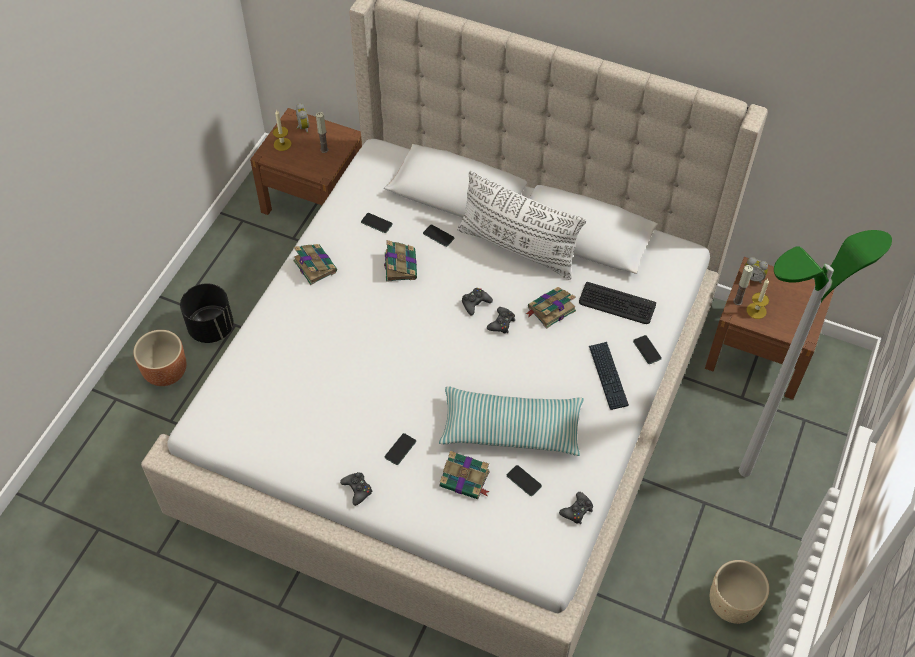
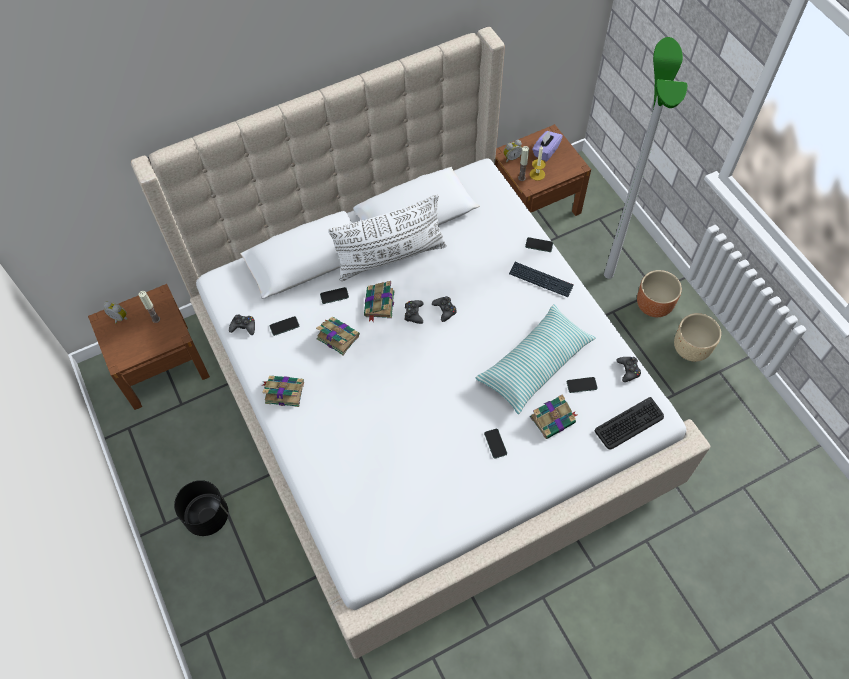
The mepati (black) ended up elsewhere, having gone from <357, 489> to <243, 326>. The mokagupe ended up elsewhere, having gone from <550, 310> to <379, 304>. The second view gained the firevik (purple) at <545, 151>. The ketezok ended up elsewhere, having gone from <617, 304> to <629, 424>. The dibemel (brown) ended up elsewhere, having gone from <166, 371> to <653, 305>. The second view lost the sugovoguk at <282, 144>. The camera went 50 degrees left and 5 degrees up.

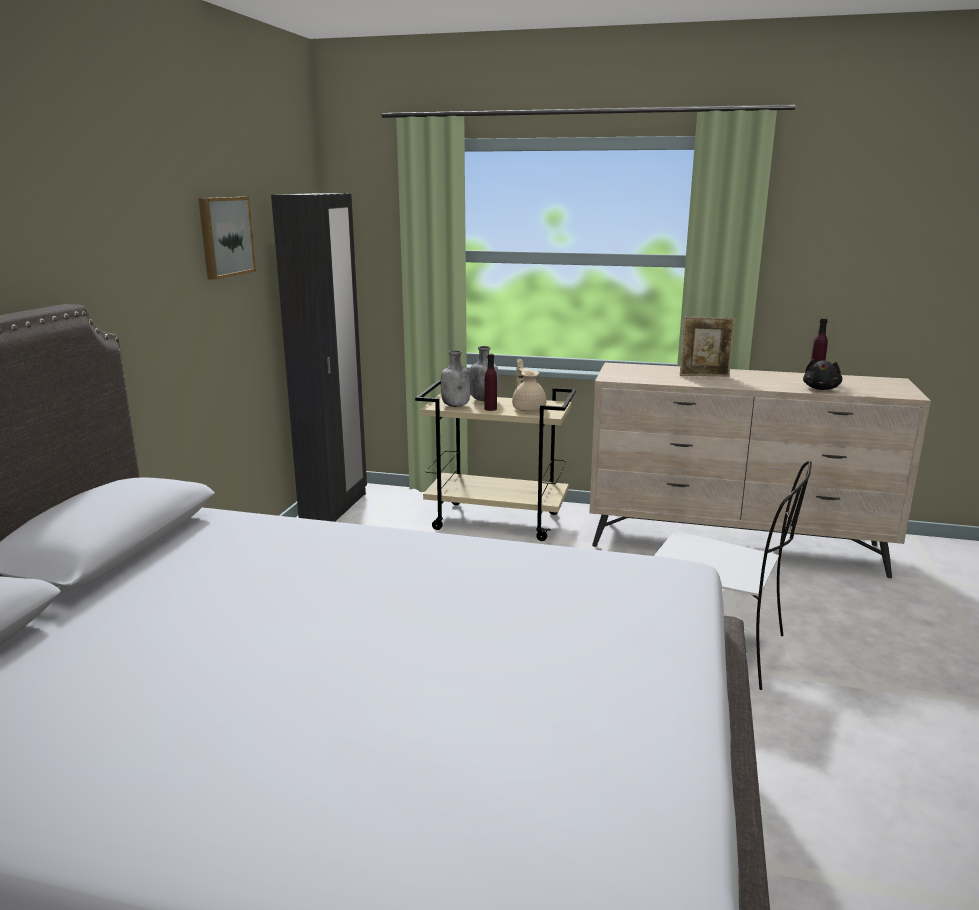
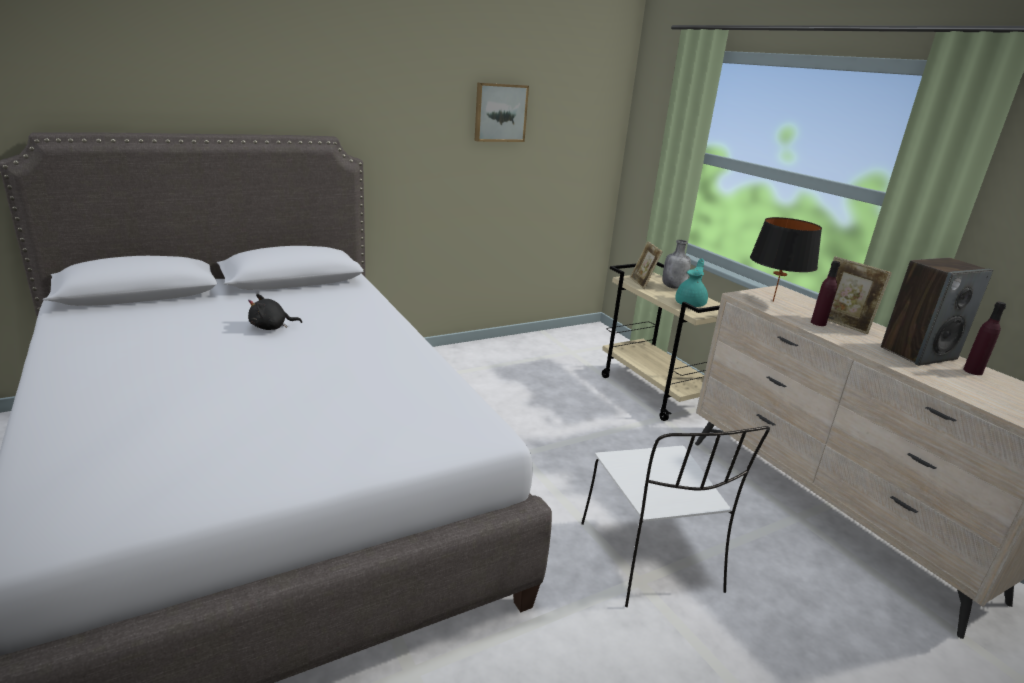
The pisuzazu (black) ended up elsewhere, having gone from <821, 389> to <271, 327>. Where the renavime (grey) stood at <456, 405>, the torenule came to stand at <642, 283>. What was the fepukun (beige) at <528, 408> turned into the fepukun (turquoise) at <690, 304>. The second view gained the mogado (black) at <772, 301>. The renavime (purple) ended up elsewhere, having gone from <490, 409> to <818, 323>. The second view gained the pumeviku at <918, 353>. The second view lost the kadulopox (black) at <335, 507>. The camera went 45 degrees right and 5 degrees up.

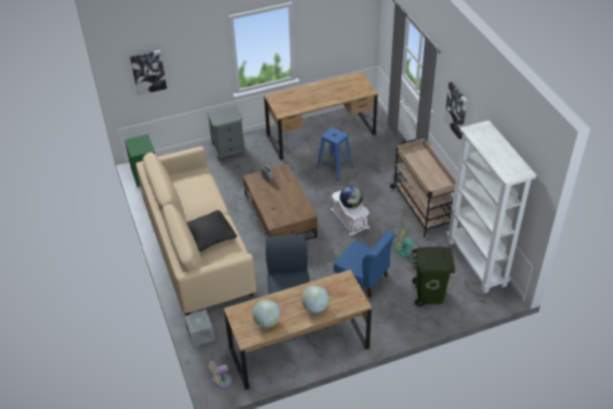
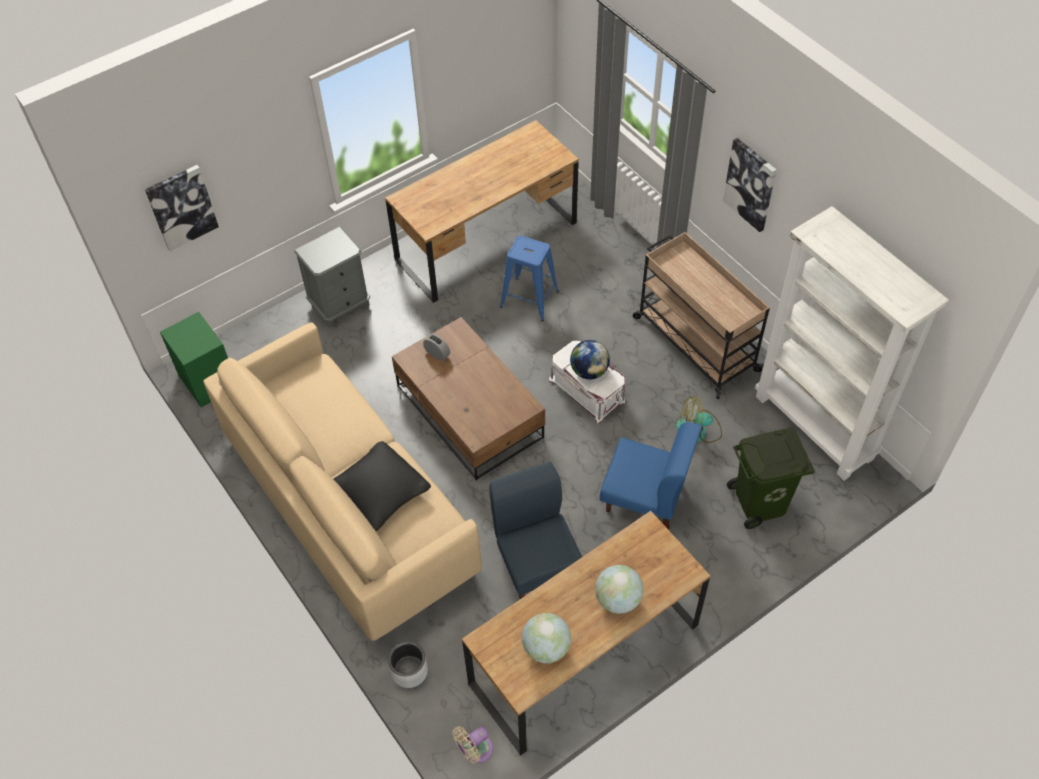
Where the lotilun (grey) stood at <200, 335>, the dibemel (grey) came to stand at <409, 671>. The camera went 15 degrees left and 10 degrees up.

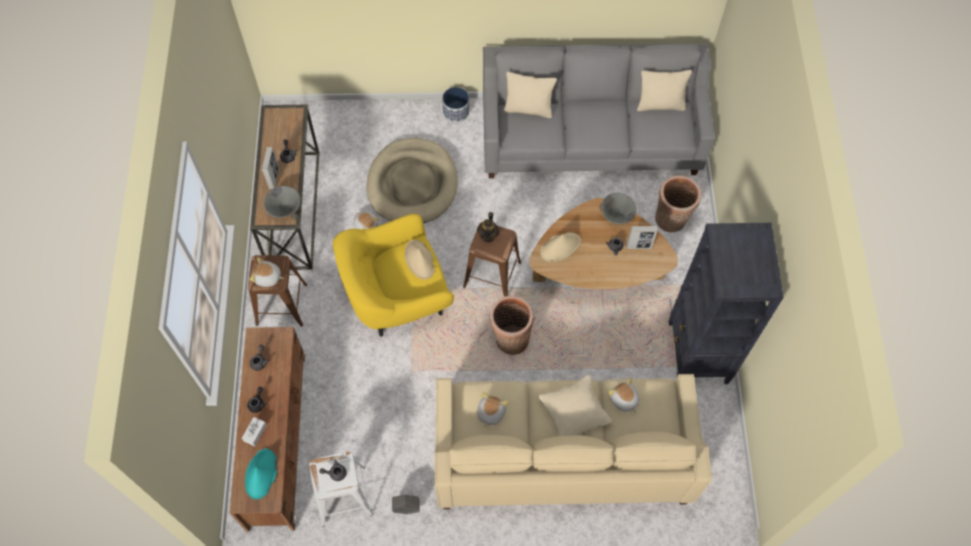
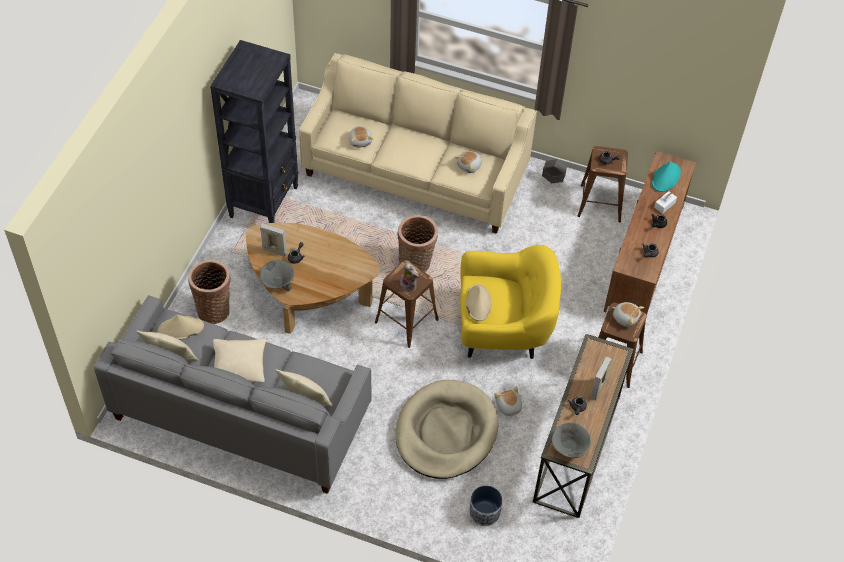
The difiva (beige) ended up elsewhere, having gone from <560, 247> to <180, 329>. The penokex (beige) ended up elsewhere, having gone from <574, 412> to <239, 365>. Where the fepukun stood at <488, 235>, the pisuzazu came to stand at <409, 286>. The dibemel ended up elsewhere, having gone from <456, 111> to <484, 512>. The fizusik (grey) ended up elsewhere, having gone from <285, 209> to <569, 448>. What was the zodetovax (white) at <343, 496> turned into the zodetovax (brown) at <600, 202>. The camera went 160 degrees left and 10 degrees down.

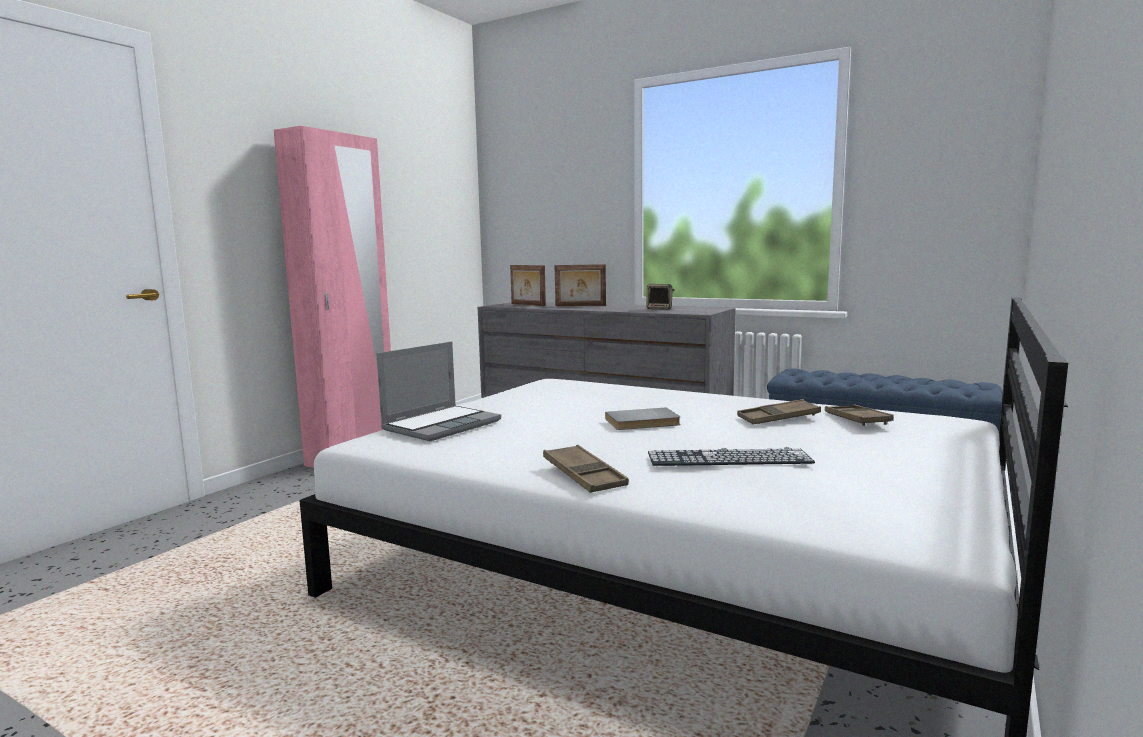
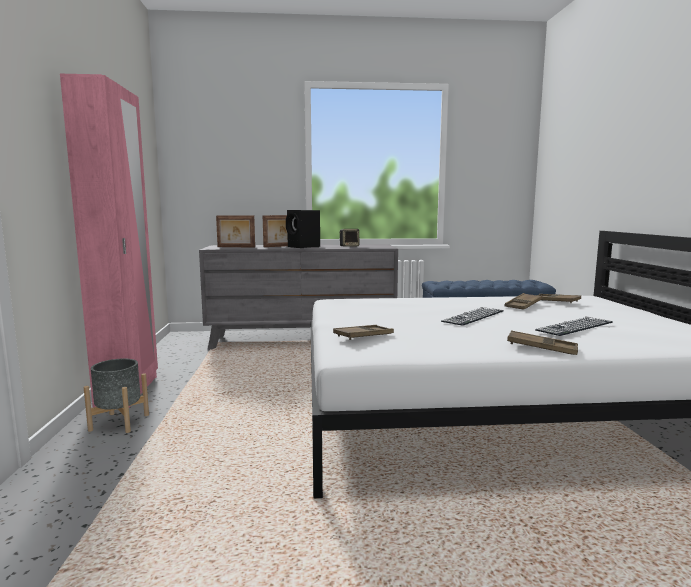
The second view gained the dibemel (grey) at <119, 422>. The second view gained the pumeviku (black) at <304, 247>. Where the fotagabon stood at <442, 425>, the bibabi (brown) came to stand at <363, 336>. Where the mokagupe (grey) stood at <643, 422>, the ketezok came to stand at <473, 316>. The camera went 35 degrees left and 0 degrees up.

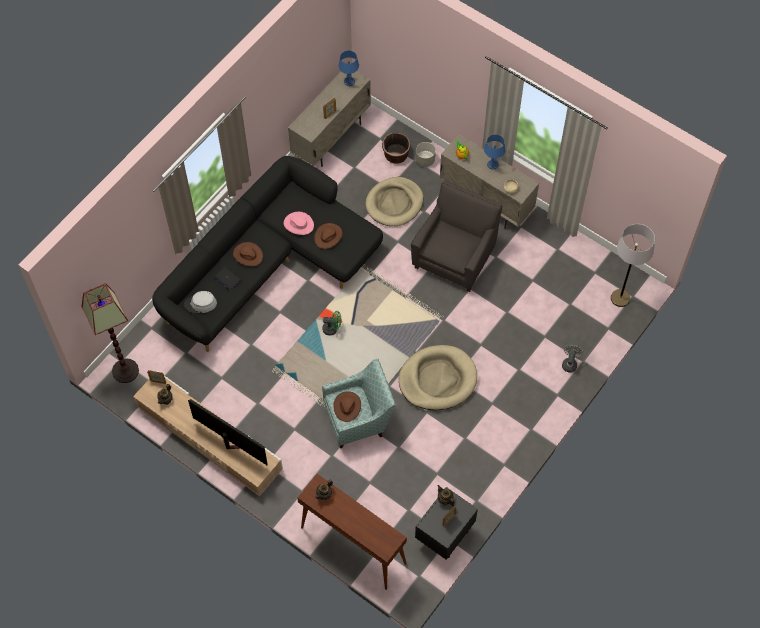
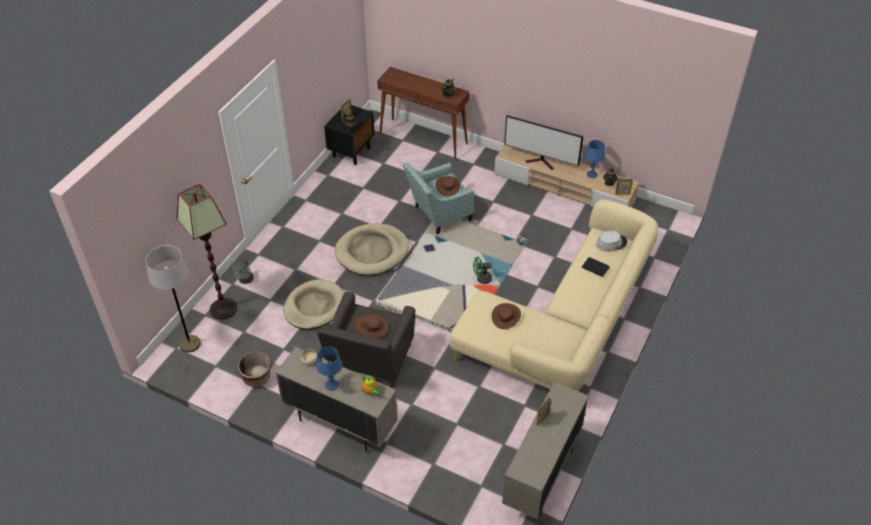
The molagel ended up elsewhere, having gone from <125, 370> to <223, 309>. The dibemel (brown) ended up elsewhere, having gone from <396, 154> to <256, 377>. The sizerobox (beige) ended up elsewhere, having gone from <394, 203> to <314, 307>. The difiva (brown) ended up elsewhere, having gone from <248, 255> to <371, 327>. What was the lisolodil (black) at <268, 265> turned into the lisolodil (beige) at <564, 326>. The mogado (blue) ended up elsewhere, having gone from <349, 82> to <592, 174>. The second view lost the difiva (pink) at <298, 224>. The second view lost the dibemel (grey) at <425, 160>. The camera went 170 degrees right and 15 degrees down.

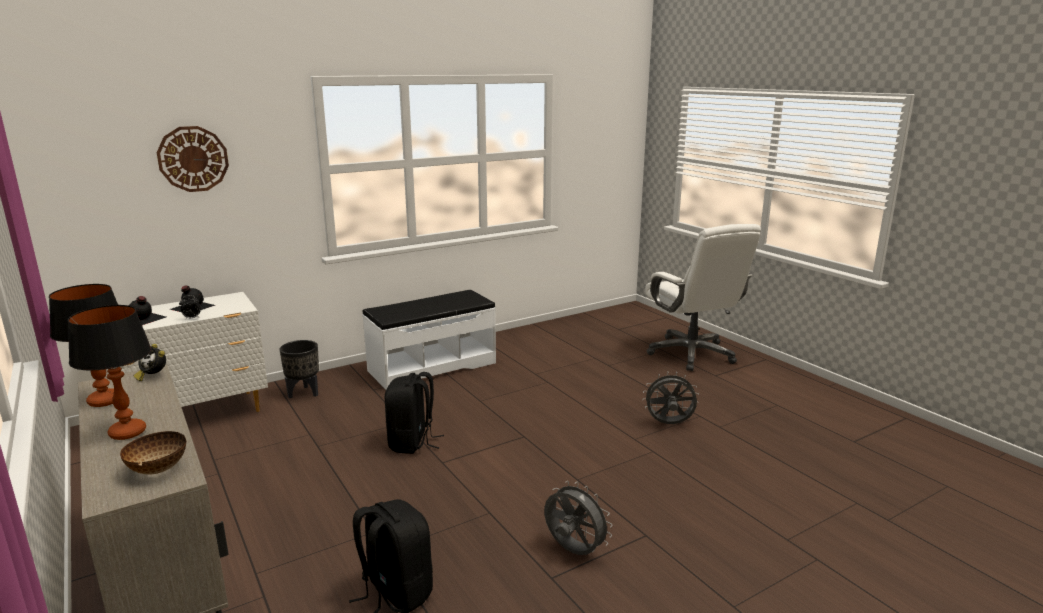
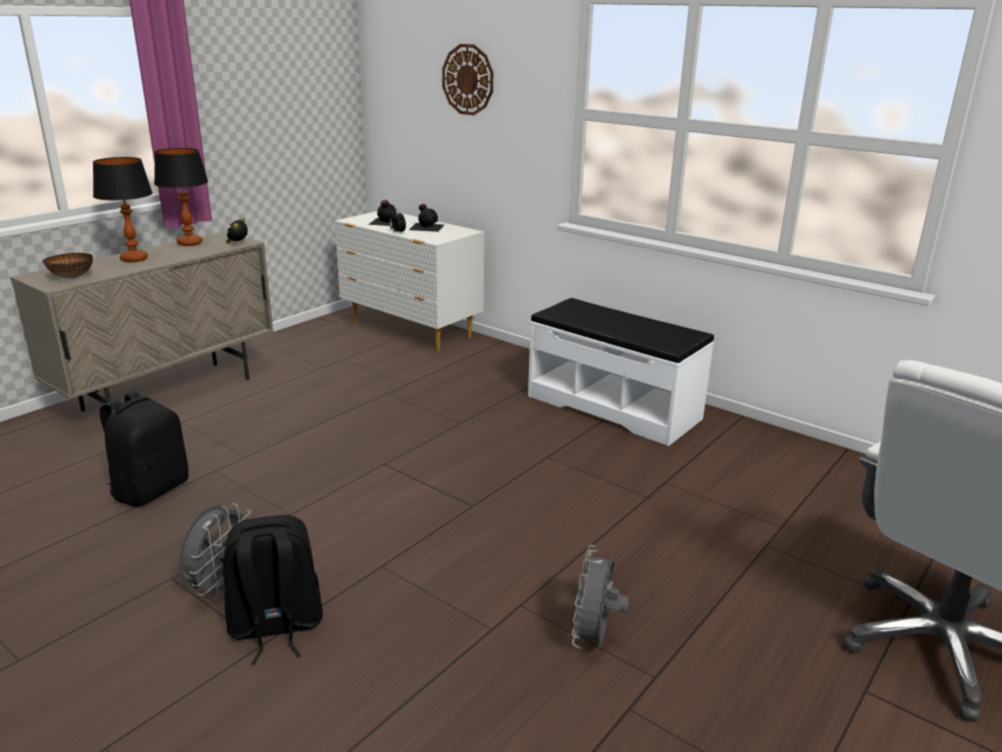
The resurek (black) ended up elsewhere, having gone from <412, 443> to <275, 627>. The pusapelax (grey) at <669, 424> ended up facing another way, 150 degrees counterclockwise from before. The second view lost the dibemel (black) at <304, 393>. The camera went 70 degrees right and 5 degrees up.

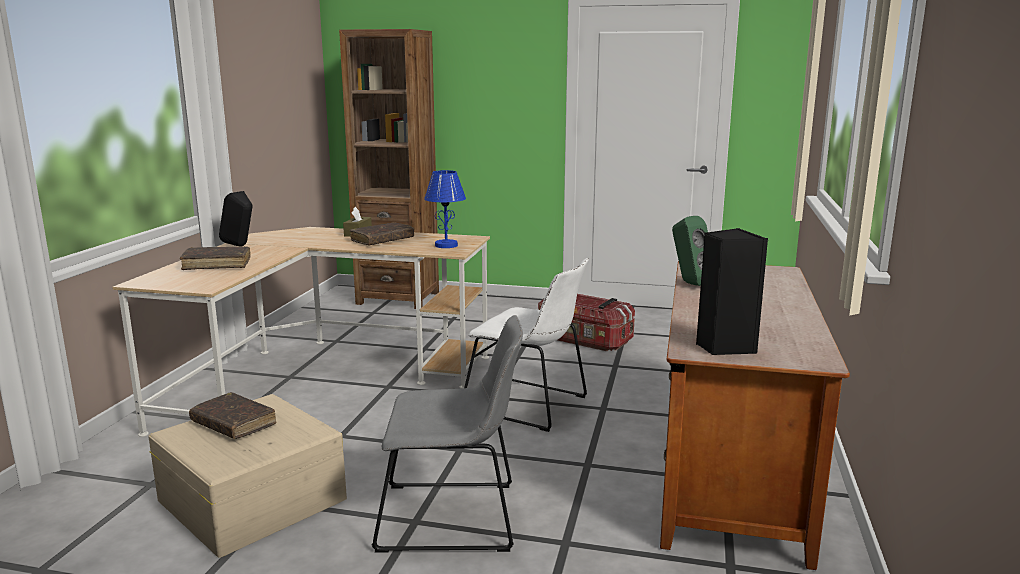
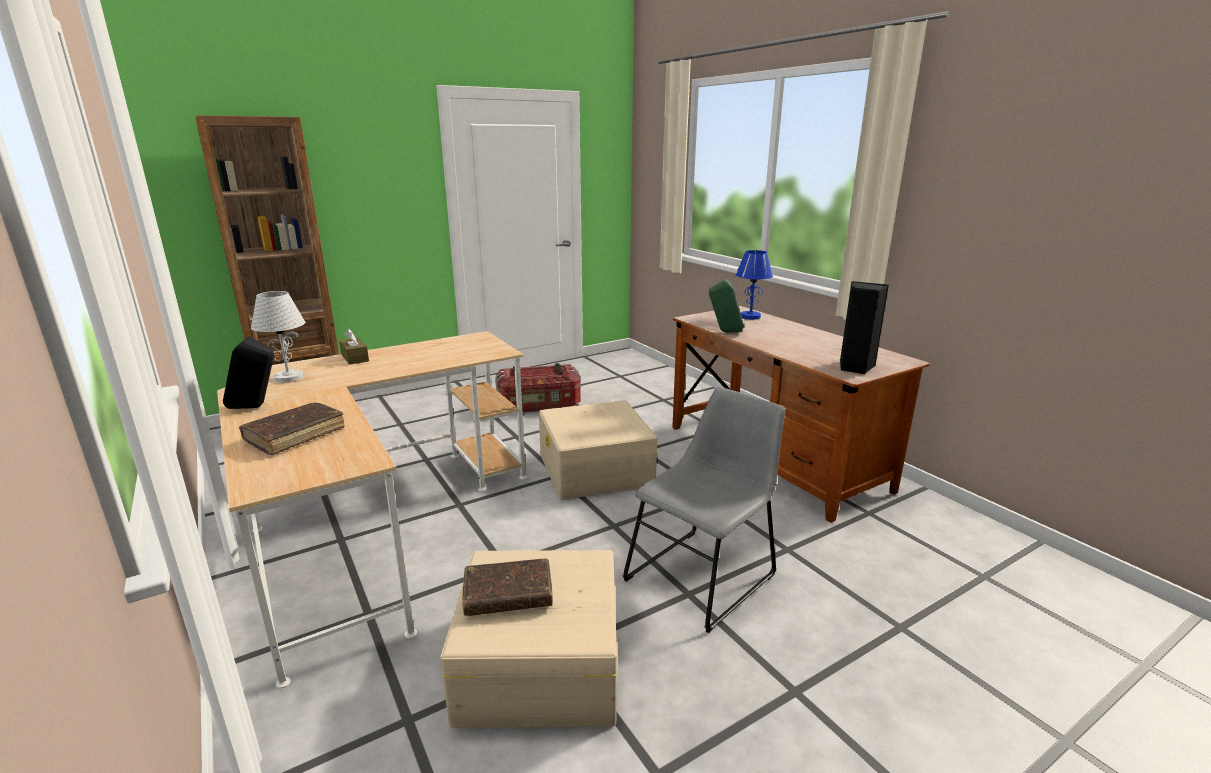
The second view gained the mogado (white) at <289, 377>. Where the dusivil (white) stood at <529, 405>, the lotilun (beige) came to stand at <595, 469>. The mogado (blue) ended up elsewhere, having gone from <446, 245> to <750, 316>. The second view lost the mokagupe (brown) at <382, 240>. The camera went 45 degrees left and 5 degrees up.

